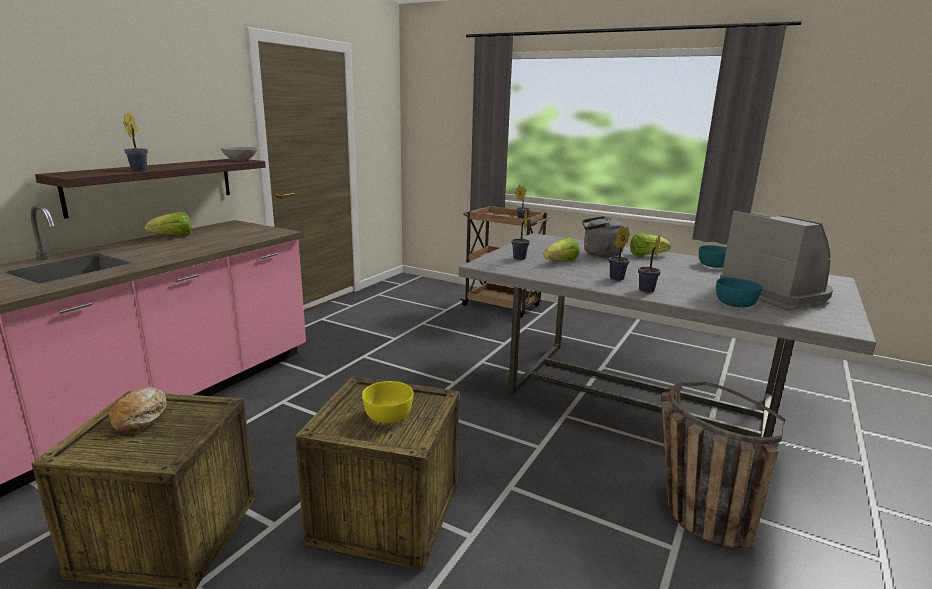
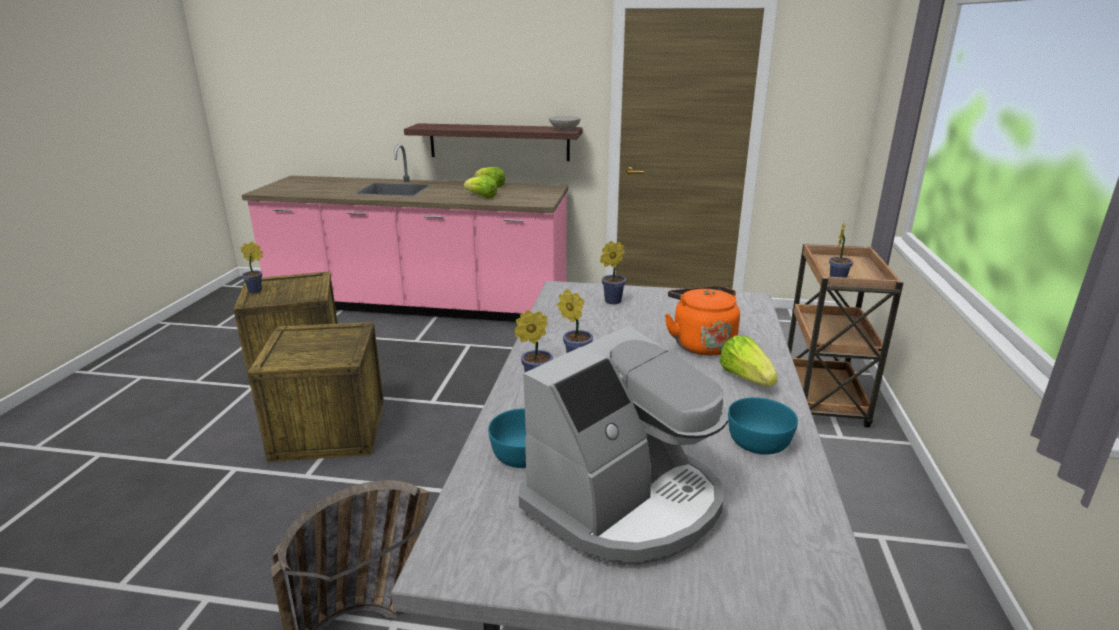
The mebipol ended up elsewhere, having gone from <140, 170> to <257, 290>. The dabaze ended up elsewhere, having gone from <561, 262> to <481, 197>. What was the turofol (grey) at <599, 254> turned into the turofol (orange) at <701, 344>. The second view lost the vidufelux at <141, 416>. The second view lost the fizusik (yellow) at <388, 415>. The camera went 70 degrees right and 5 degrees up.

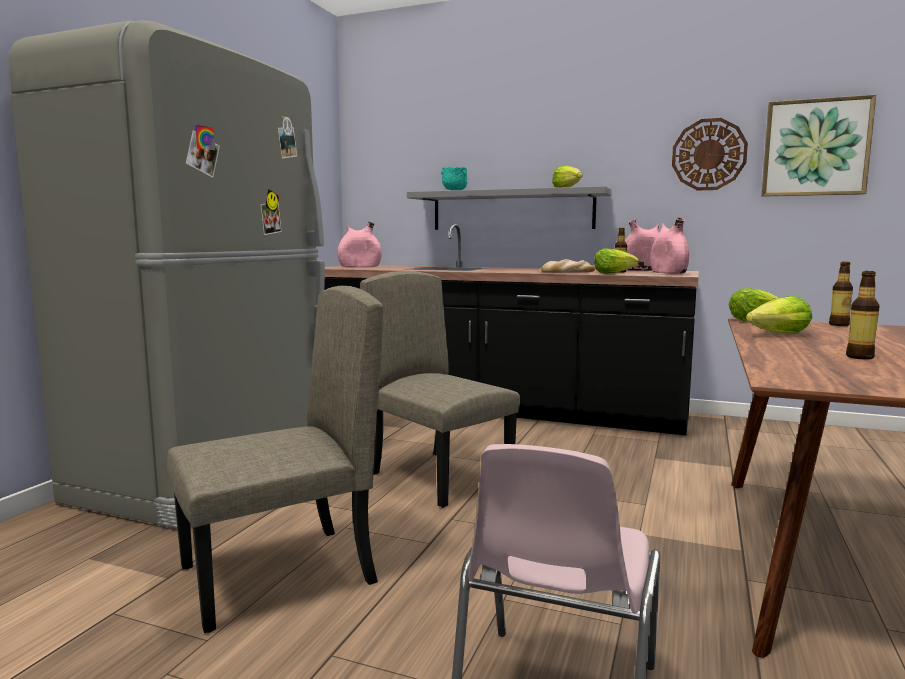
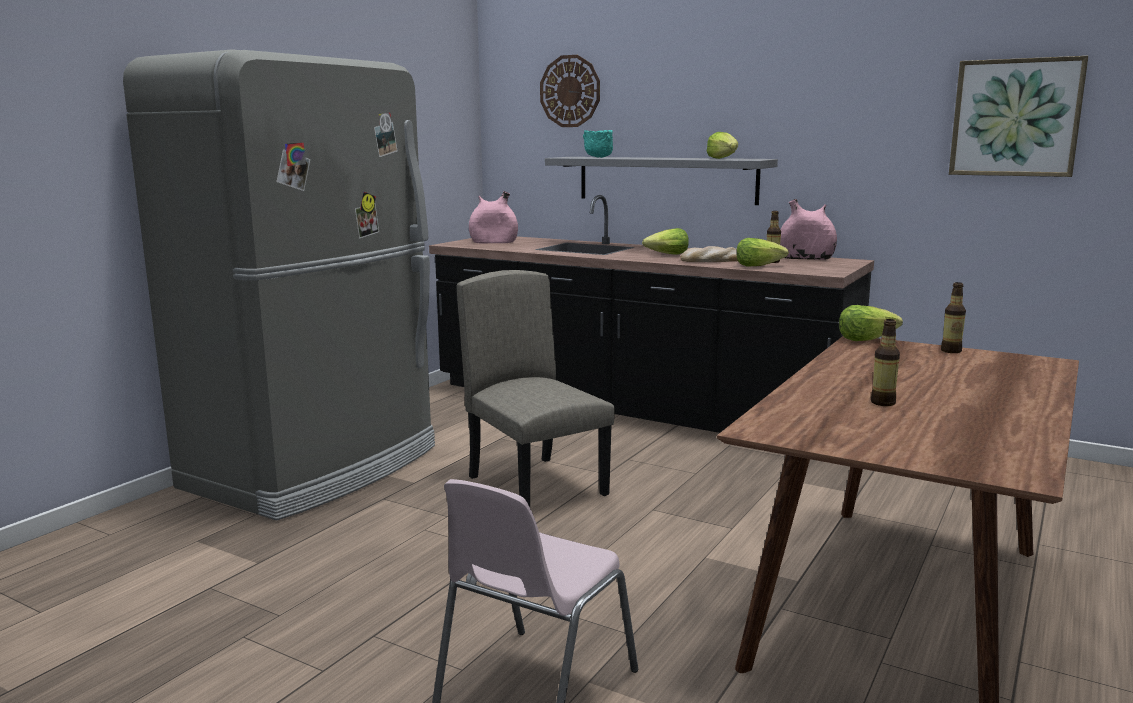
The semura ended up elsewhere, having gone from <709, 154> to <570, 91>. The dabaze ended up elsewhere, having gone from <779, 334> to <667, 254>. The second view lost the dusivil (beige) at <278, 576>. The second view lost the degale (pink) at <668, 273>. The camera went 10 degrees right and 5 degrees up.

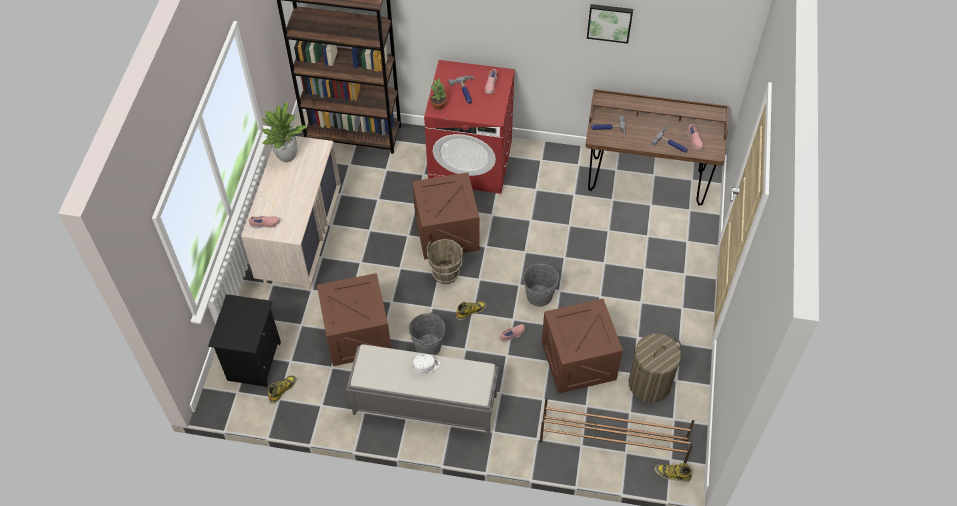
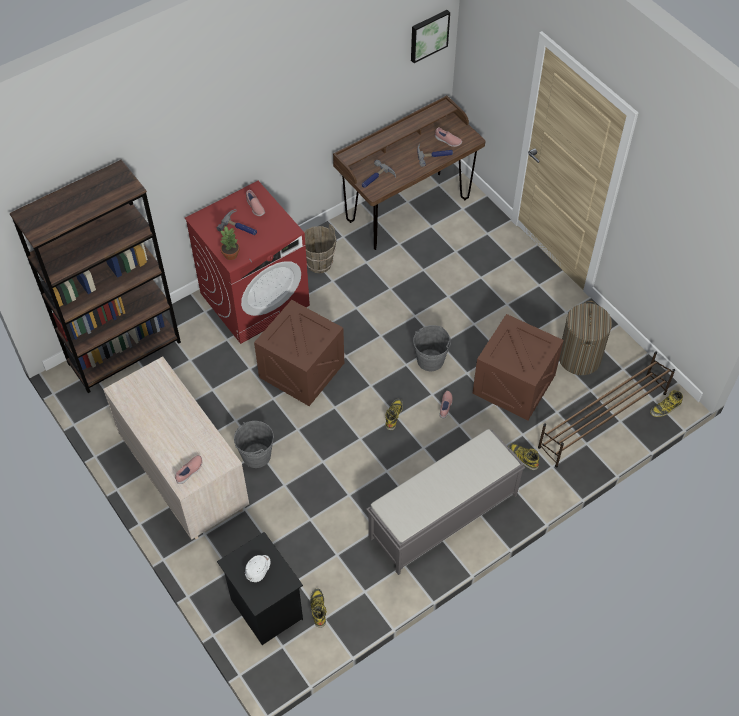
The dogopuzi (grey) ended up elsewhere, having gone from <428, 345> to <256, 455>. The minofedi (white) ended up elsewhere, having gone from <426, 366> to <258, 569>. The dogopuzi (brown) ended up elsewhere, having gone from <445, 274> to <319, 264>. The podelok ended up elsewhere, having gone from <609, 22> to <428, 35>. The second view gained the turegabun at <522, 457>. The second view lost the mebipol at <287, 155>. The second view lost the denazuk at <357, 334>. The camera went 45 degrees left and 0 degrees up.

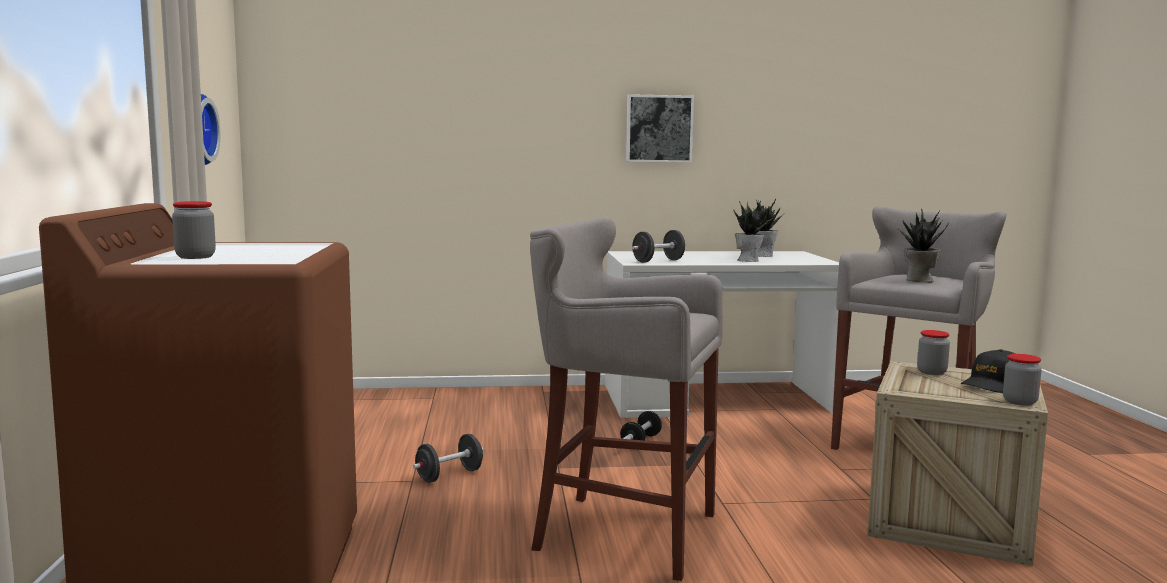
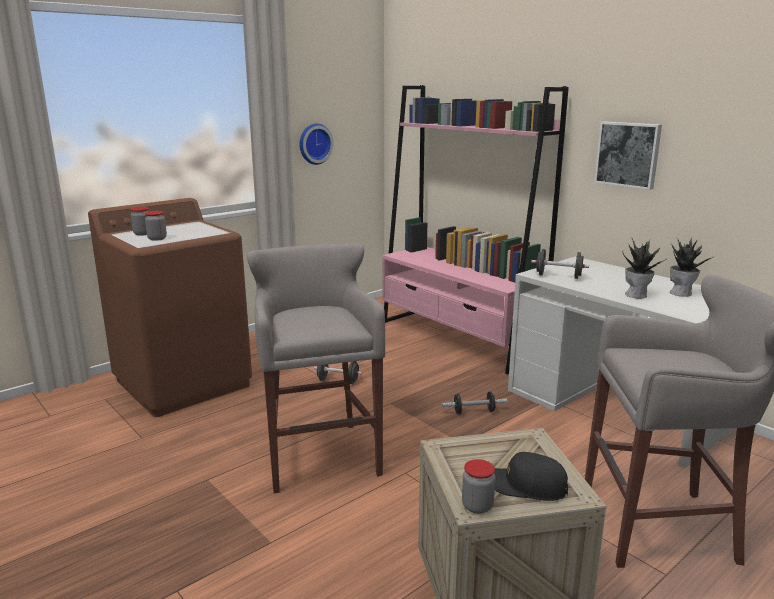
The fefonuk ended up elsewhere, having gone from <931, 372> to <157, 238>. The second view gained the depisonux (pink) at <458, 339>. The second view lost the mebipol at <918, 280>. The camera went 55 degrees right and 10 degrees up.

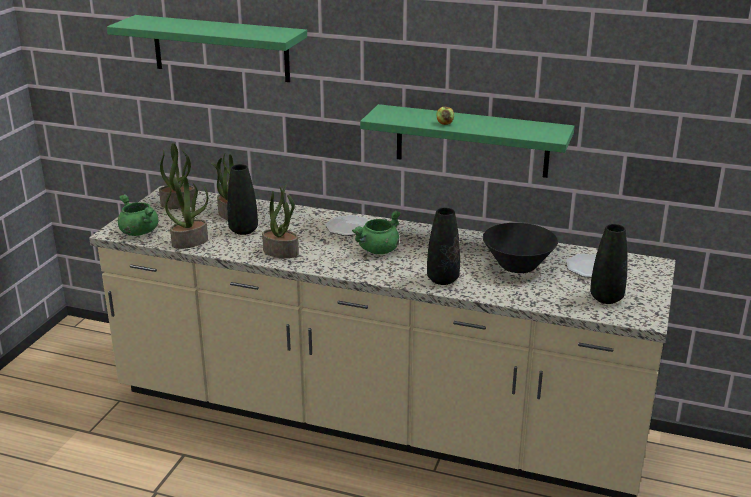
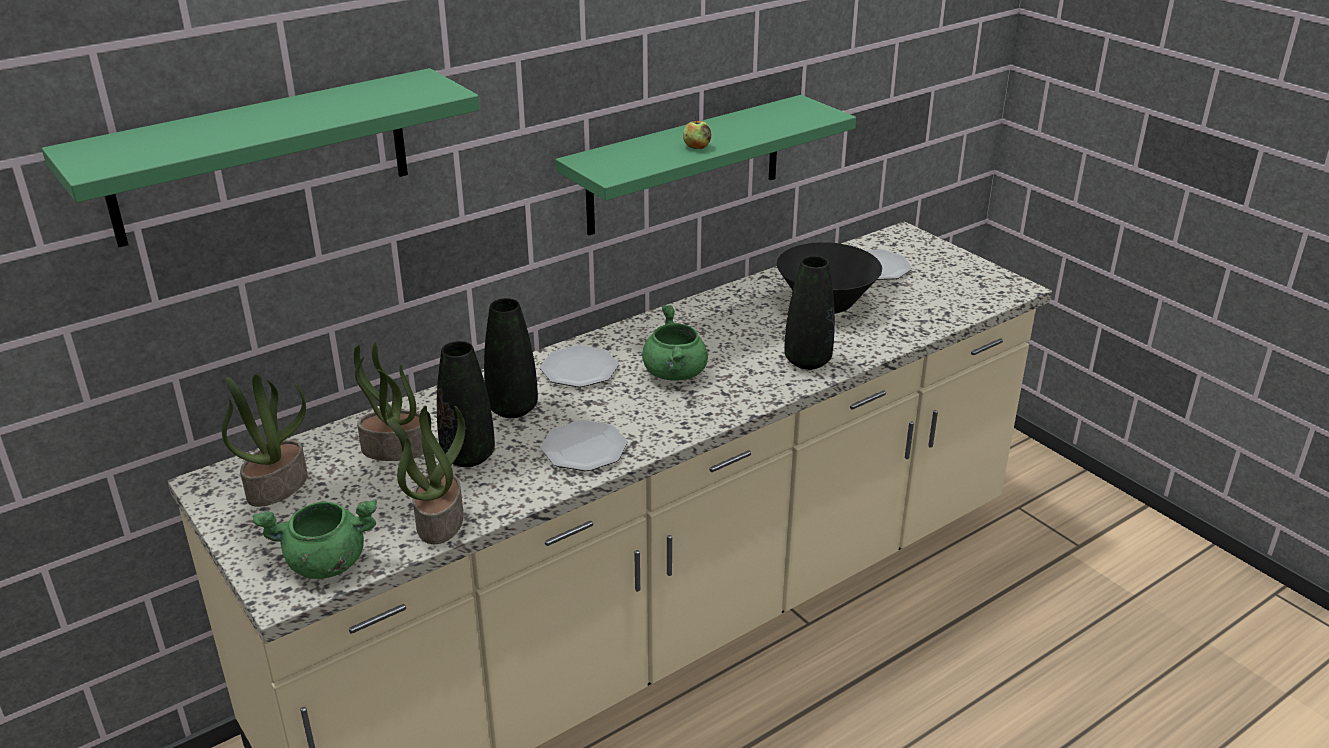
The degale (black) ended up elsewhere, having gone from <606, 298> to <513, 409>. Where the mebipol stood at <281, 252>, the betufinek came to stand at <584, 448>. The camera went 55 degrees left and 5 degrees up.

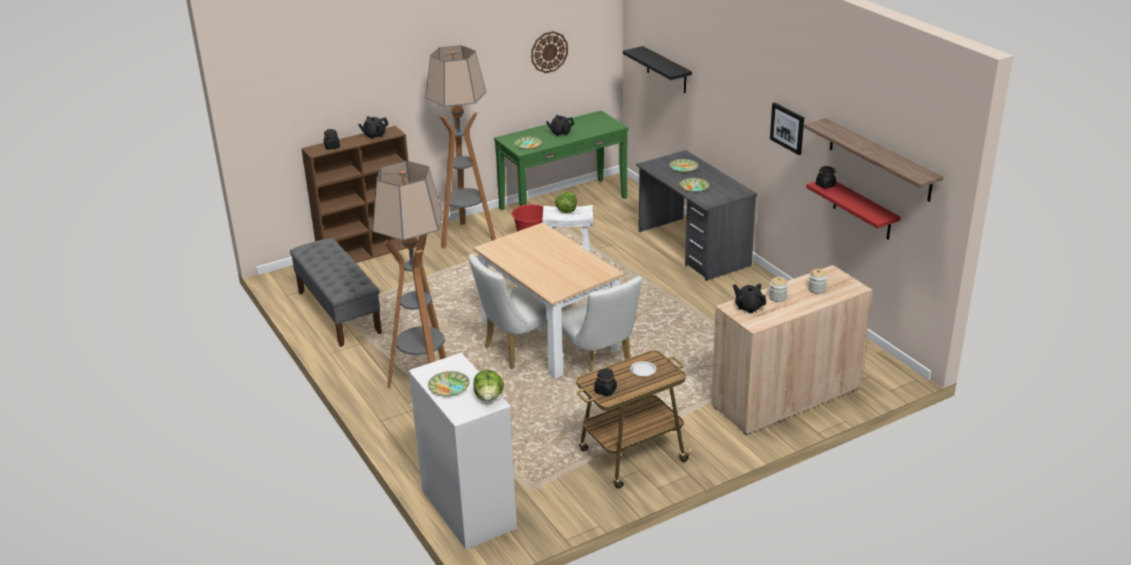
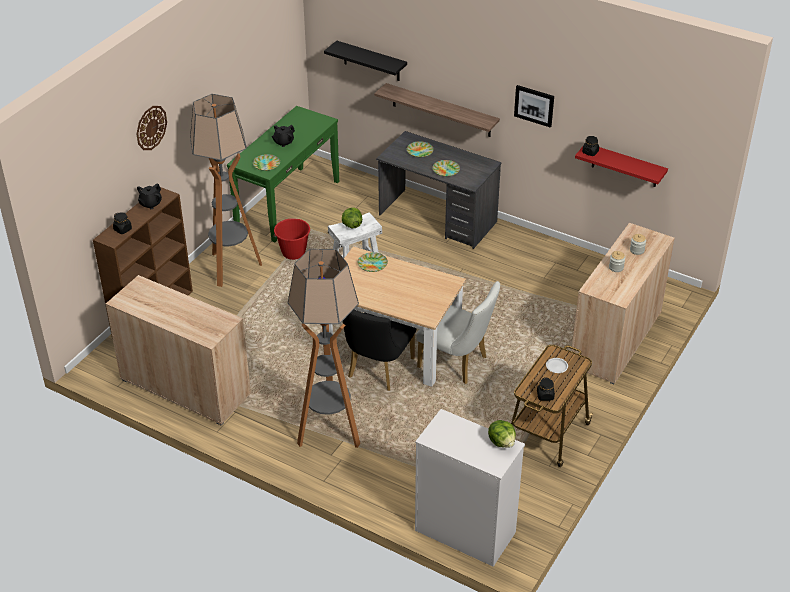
Where the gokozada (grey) stood at <338, 312>, the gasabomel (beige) came to stand at <185, 387>. The semura ended up elsewhere, having gone from <549, 52> to <151, 127>. What was the dusivil (white) at <517, 351> turned into the dusivil (black) at <378, 371>. The betufinek ended up elsewhere, having gone from <449, 386> to <372, 264>. The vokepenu ended up elsewhere, having gone from <879, 160> to <441, 110>. The second view lost the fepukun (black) at <748, 307>. The camera went 30 degrees left and 10 degrees up.

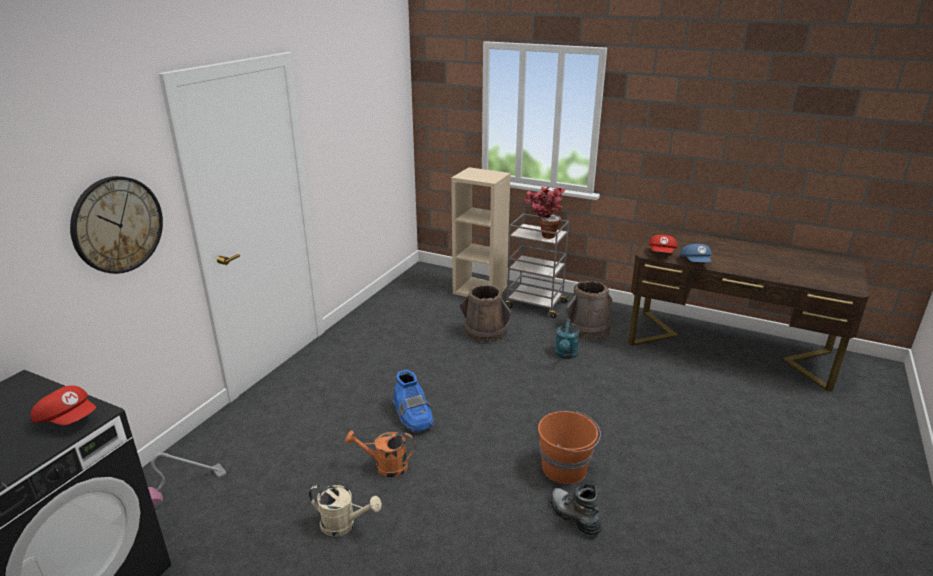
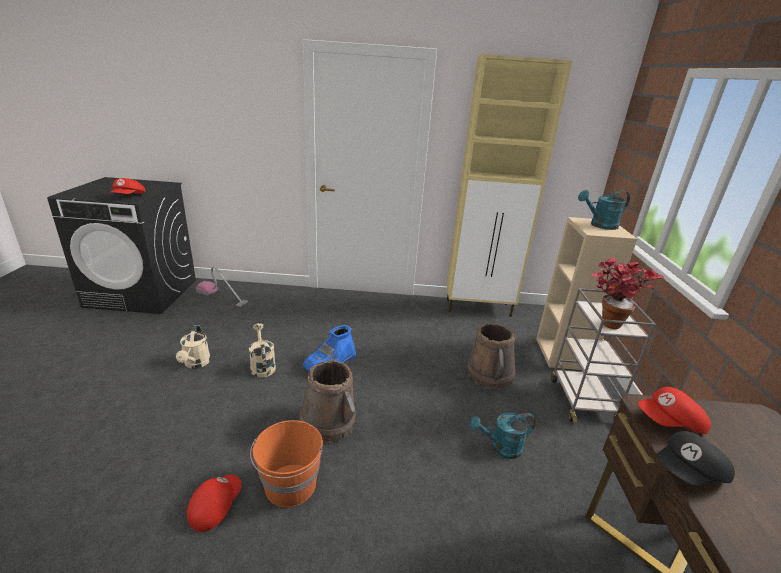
Where the turegabun stood at <574, 516>, the minofedi (red) came to stand at <215, 507>. What was the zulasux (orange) at <385, 466> turned into the zulasux (beige) at <262, 365>. The dogopuzi (brown) ended up elsewhere, having gone from <588, 329> to <328, 422>. The second view gained the gasabomel (beige) at <479, 308>. The second view gained the zulasux (turquoise) at <599, 225>. What was the minofedi (blue) at <695, 262> turned into the minofedi (black) at <689, 473>. The second view lost the semura at <117, 225>. The camera went 65 degrees right and 0 degrees up.

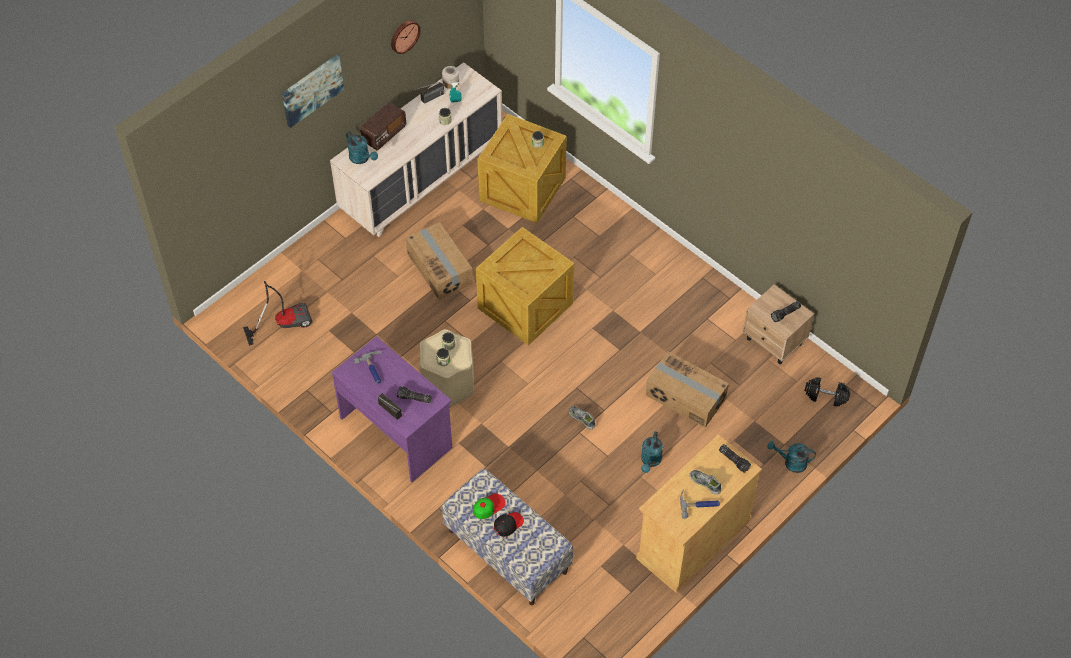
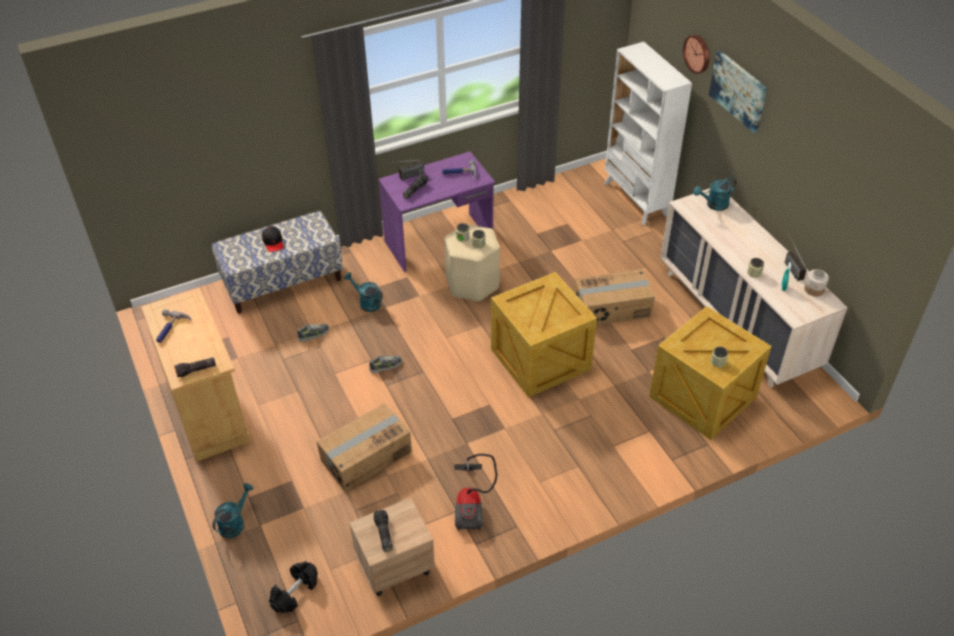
The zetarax ended up elsewhere, having gone from <705, 483> to <314, 334>. The zulasux (turquoise) ended up elsewhere, having gone from <650, 461> to <366, 302>. The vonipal ended up elsewhere, having gone from <284, 323> to <471, 504>. The second view gained the depisonux (white) at <636, 199>. The semura ended up elsewhere, having gone from <404, 36> to <698, 53>. The second view lost the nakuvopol at <384, 134>. The second view lost the minofedi at <489, 506>. The camera went 110 degrees right and 10 degrees down.

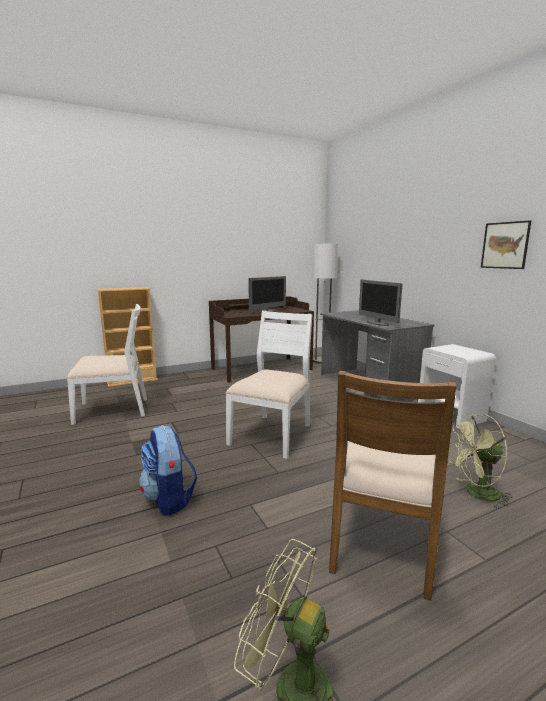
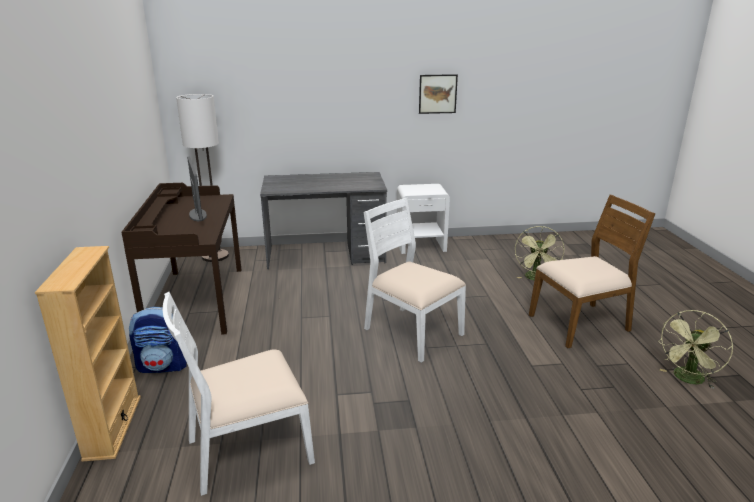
The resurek ended up elsewhere, having gone from <169, 499> to <163, 366>. The dusivil (white) at <113, 410> ended up facing another way, 120 degrees counterclockwise from before. The dusivil (brown) at <383, 541> ended up facing another way, 60 degrees counterclockwise from before. The second view lost the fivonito at <377, 323>. The camera went 70 degrees left and 10 degrees up.

